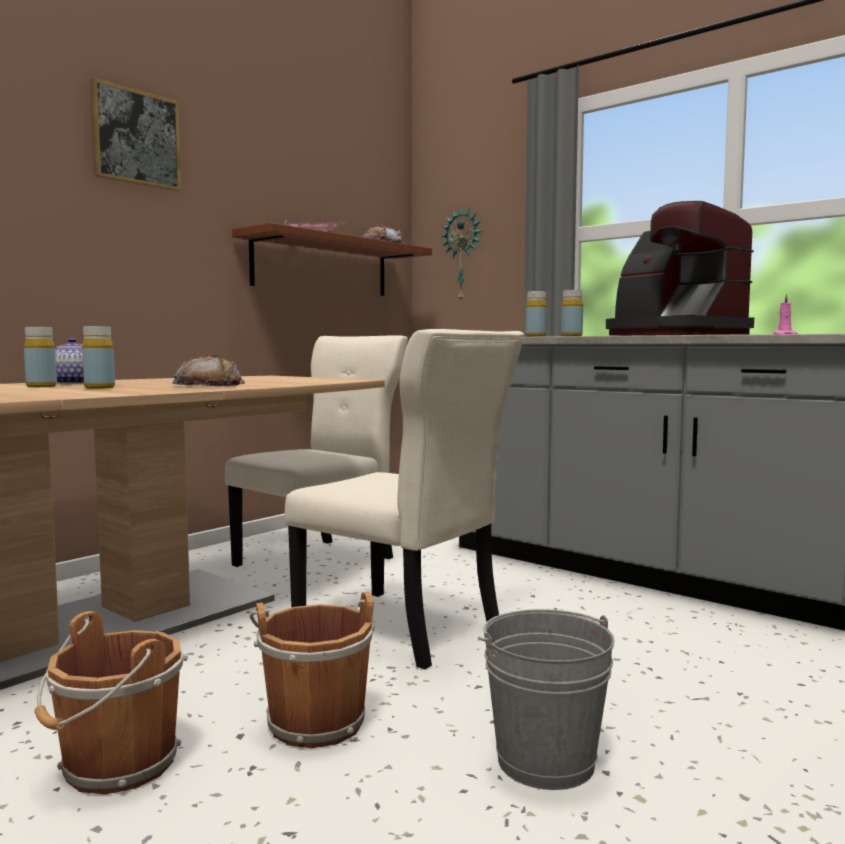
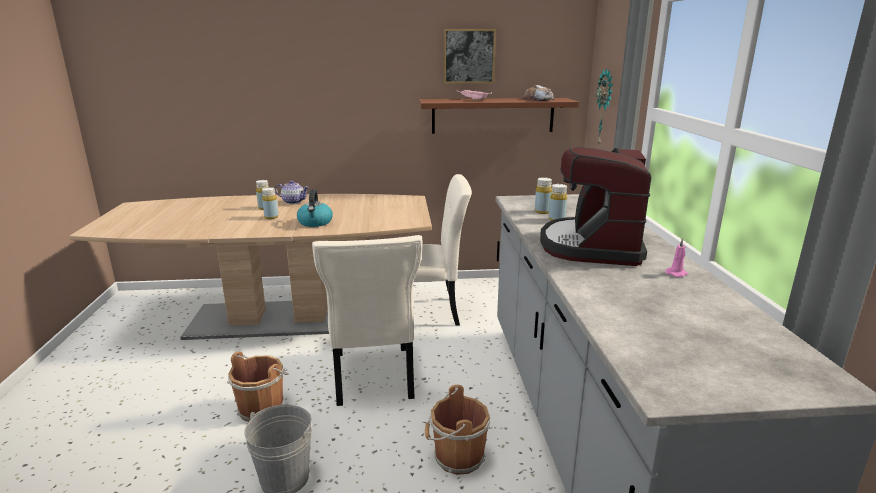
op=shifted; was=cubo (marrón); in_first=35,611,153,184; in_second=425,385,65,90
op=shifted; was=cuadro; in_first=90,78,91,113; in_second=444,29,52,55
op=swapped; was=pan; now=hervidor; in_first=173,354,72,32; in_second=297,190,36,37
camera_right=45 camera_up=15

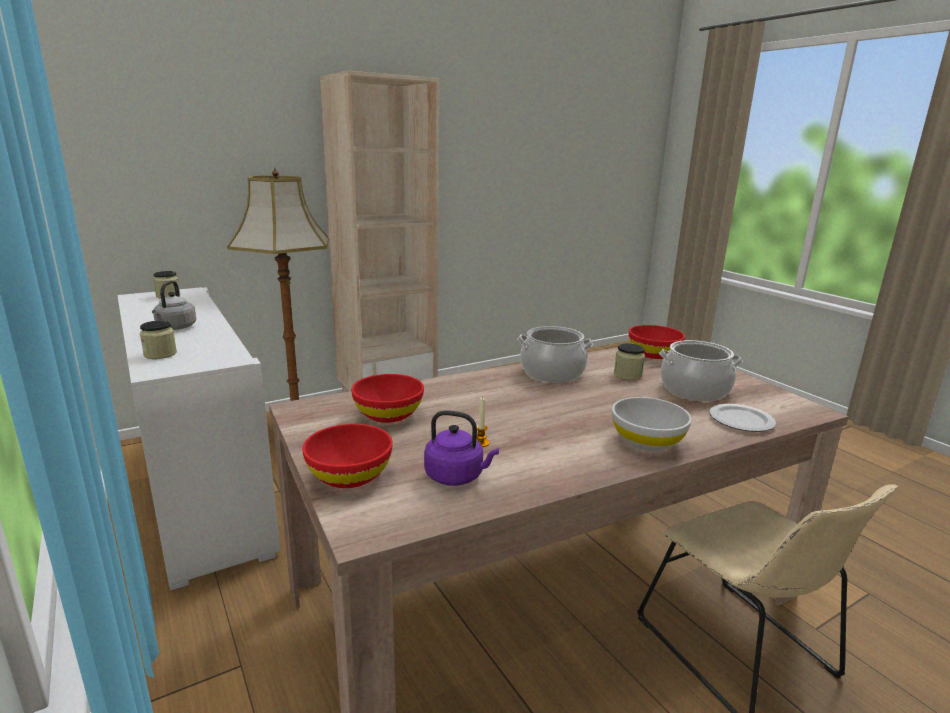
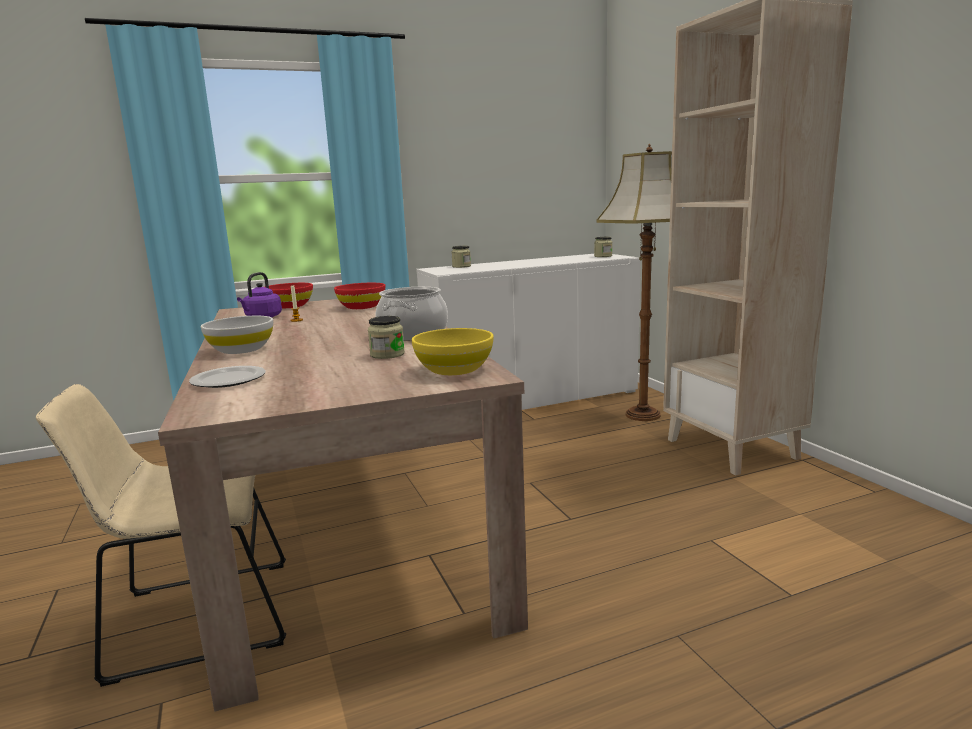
op=gone; was=hervidor (gris); in_first=152,280,44,50
op=gone; was=olla; in_first=659,340,84,61
op=repainted; was=cuenco (rojo); now=cuenco (amarillo); in_first=629,325,56,34; in_second=412,328,82,47
camera_right=100 camera_up=-5

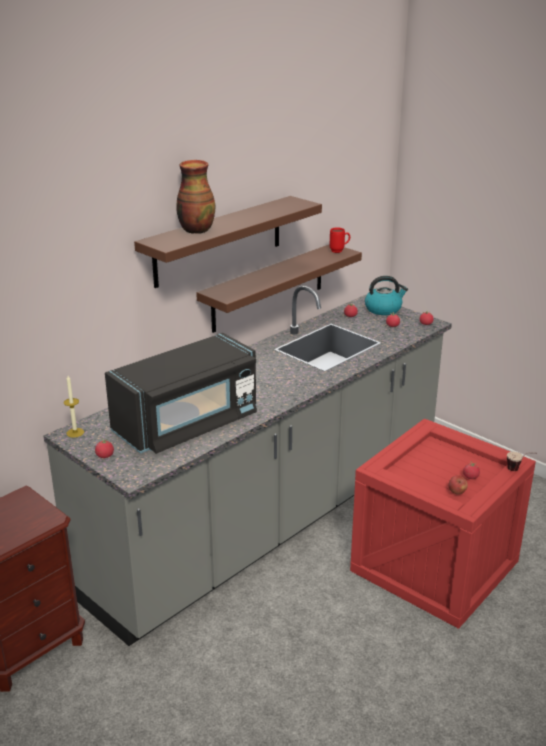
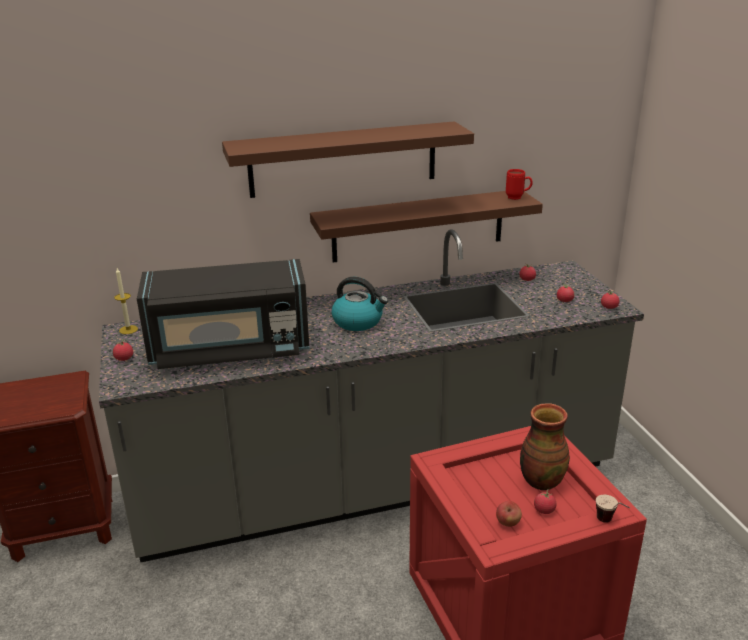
op=shifted; was=florero; in_first=176,160,39,74; in_second=520,403,50,87
op=shifted; was=hervidor; in_first=365,276,43,39; in_second=332,277,56,54
camera_right=30 camera_up=0

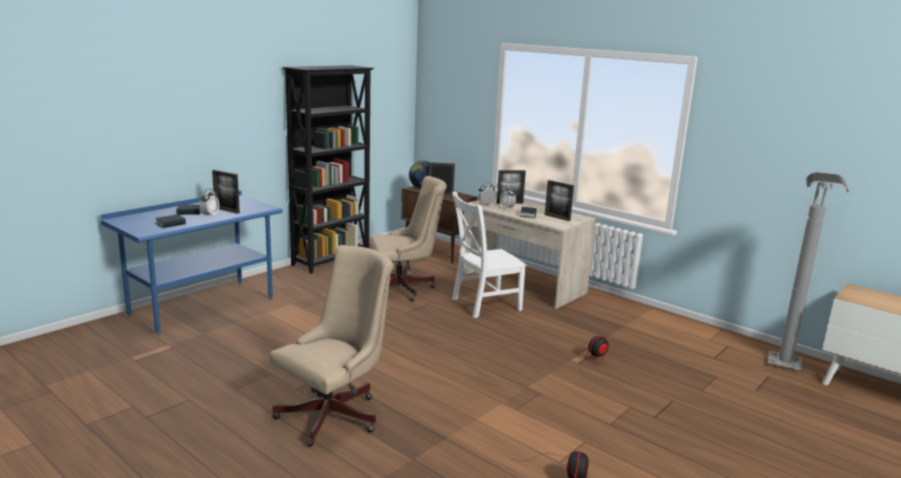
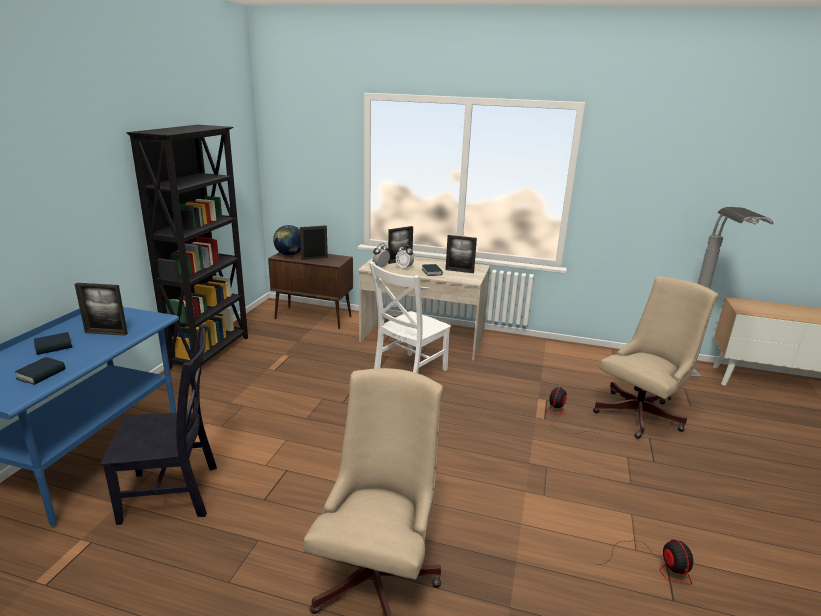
op=gone; was=despertador; in_first=200,189,19,29
op=new; now=silla (negro); in_second=101,324,116,201
op=shifted; was=silla de oficina (beis); in_first=370,176,77,125; in_second=593,276,126,163
camera_right=-25 camera_up=5

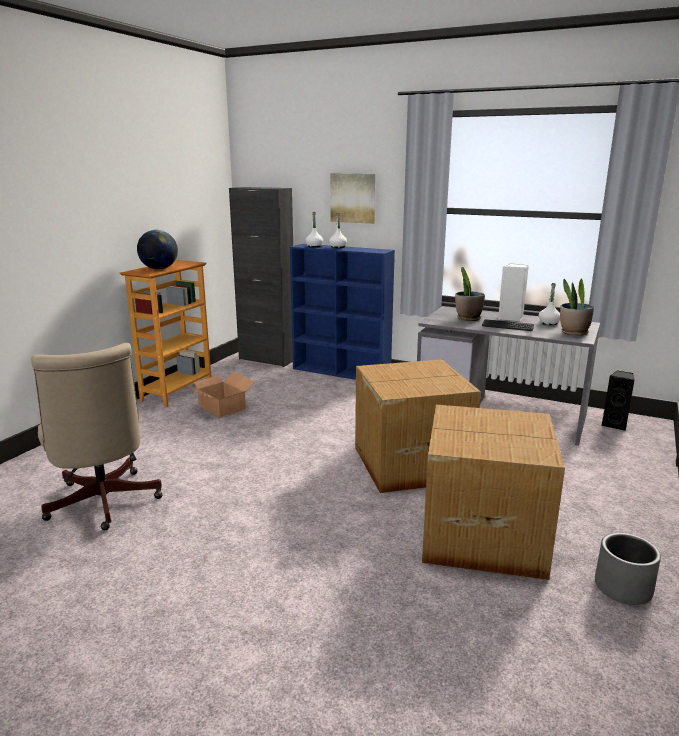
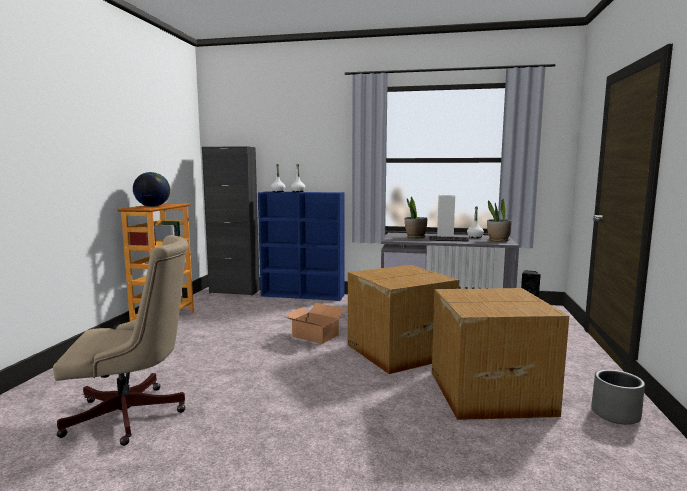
op=gone; was=cuadro; in_first=330,173,45,51
op=shifted; was=caja de cartón; in_first=187,372,68,46; in_second=286,303,59,41
op=rotated; was=silla de oficina (beis); in_first=31,343,132,187; in_second=53,235,136,211; clockwise=-60
camera_right=-15 camera_up=-10

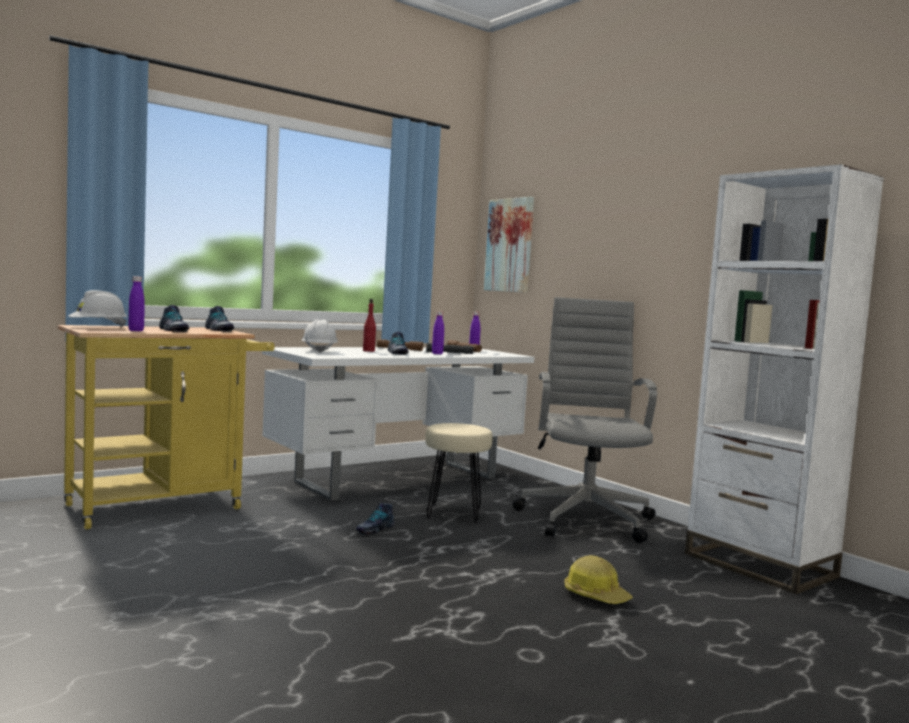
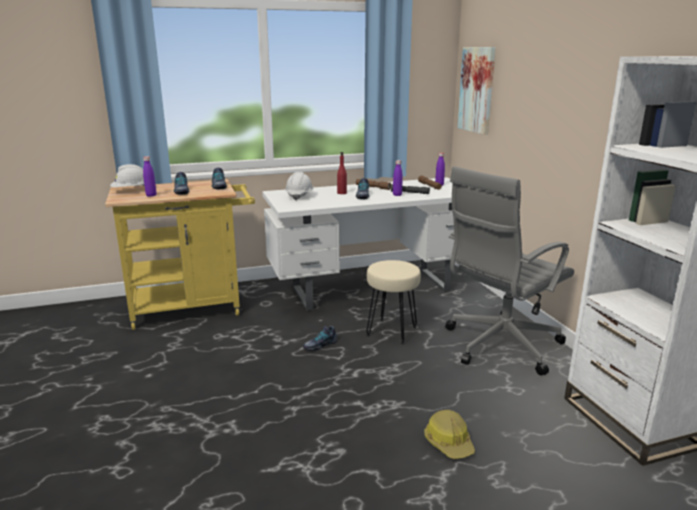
op=rotated; was=silla de oficina (gris); in_first=512,297,145,246; in_second=445,166,129,210; clockwise=-150
camera_right=20 camera_up=15

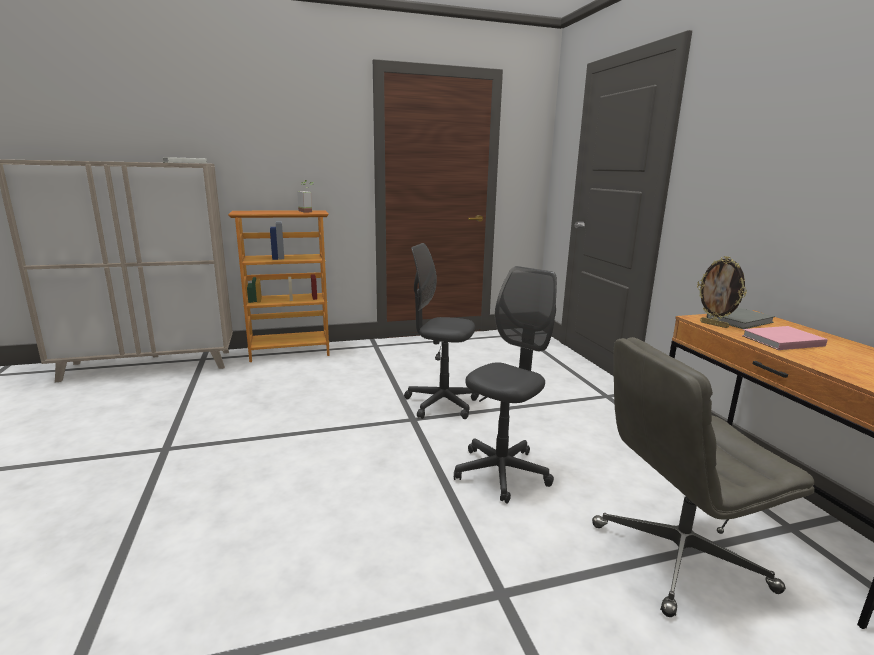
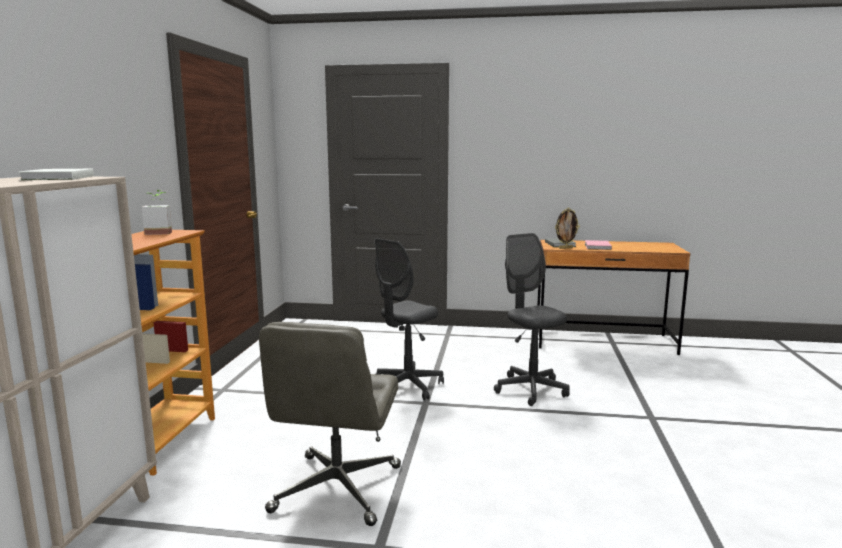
op=shifted; was=silla de oficina (gris); in_first=592,337,223,280; in_second=259,322,142,204
camera_right=-65 camera_up=-5

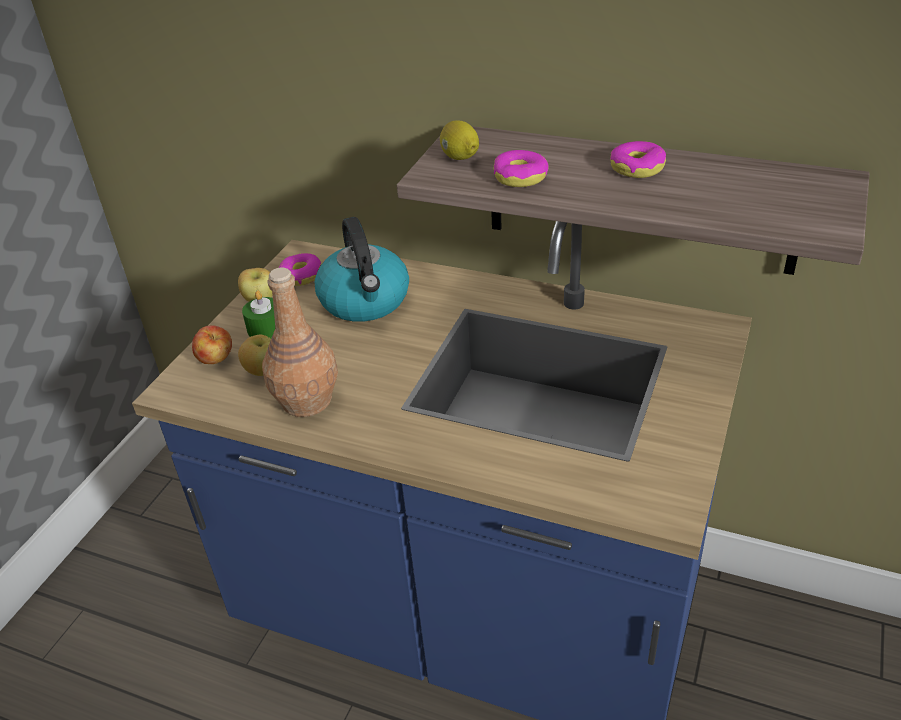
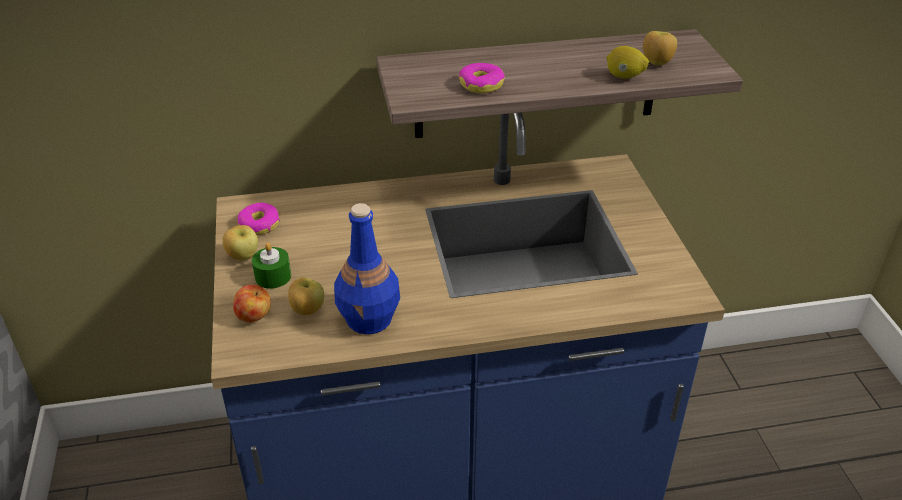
op=gone; was=hervidor; in_first=315,217,94,105
op=gone; was=rosquilla; in_first=610,141,56,37
op=new; now=manzana; in_second=643,31,34,34
op=shifted; was=limón; in_first=440,120,39,40; in_second=606,46,43,33
op=repainted; was=botella (marrón); now=botella (azul); in_first=262,267,76,150; in_second=334,203,66,131
camera_right=-35 camera_up=0

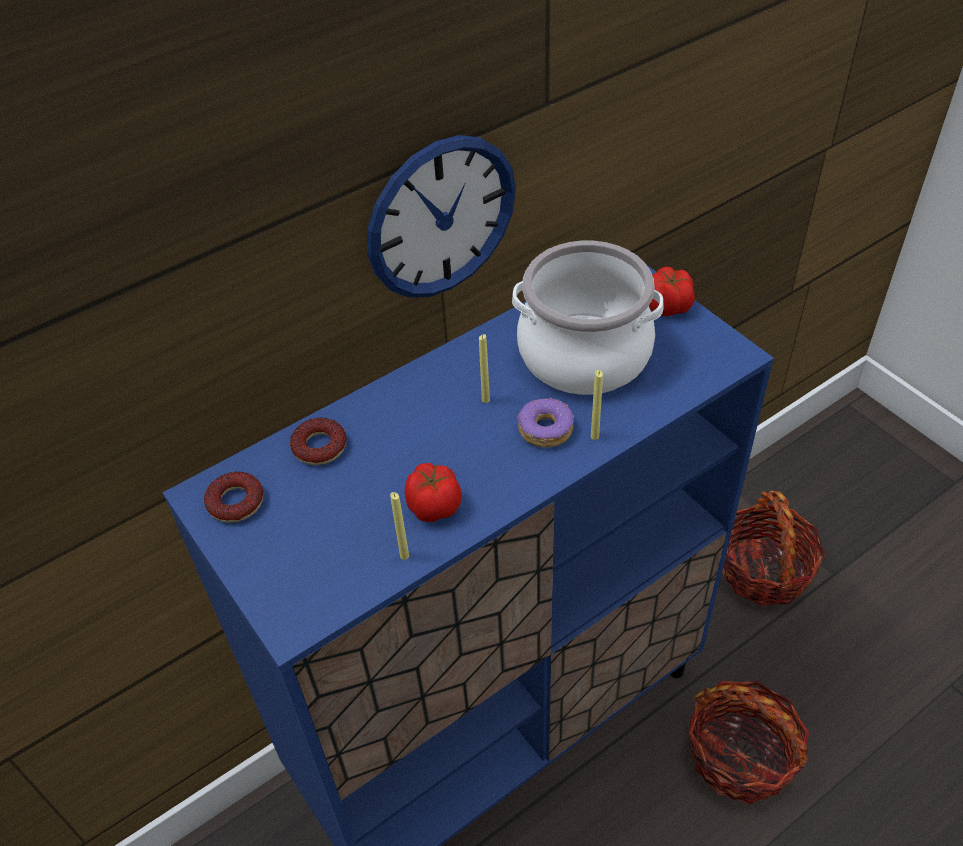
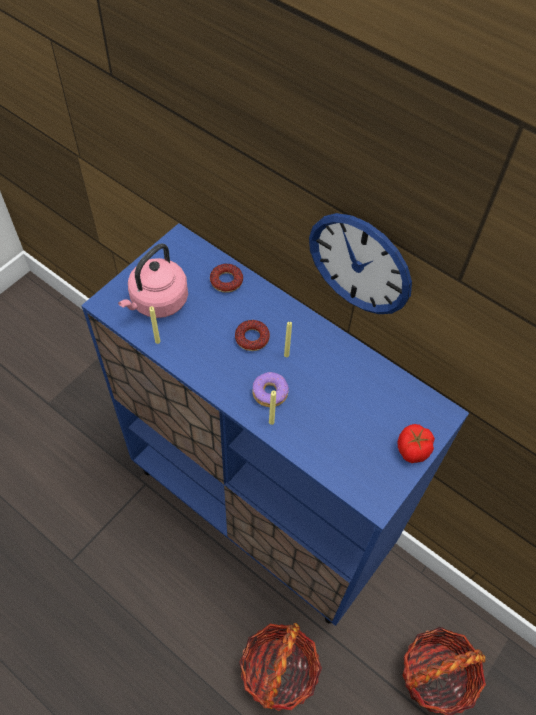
op=gone; was=tomate; in_first=405,463,57,59
op=gone; was=olla; in_first=512,241,151,154
op=new; now=hervidor (rosa); in_second=118,243,70,75
op=shifted; was=rosquilla; in_first=204,472,59,51; in_second=235,320,35,31
camera_right=70 camera_up=10

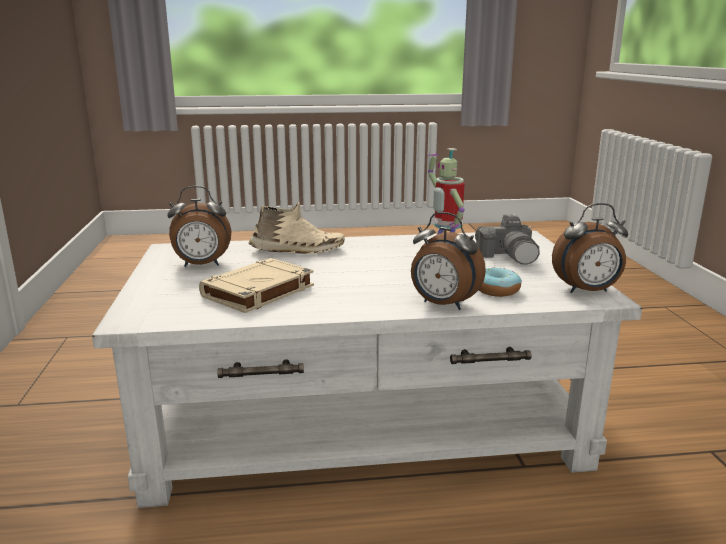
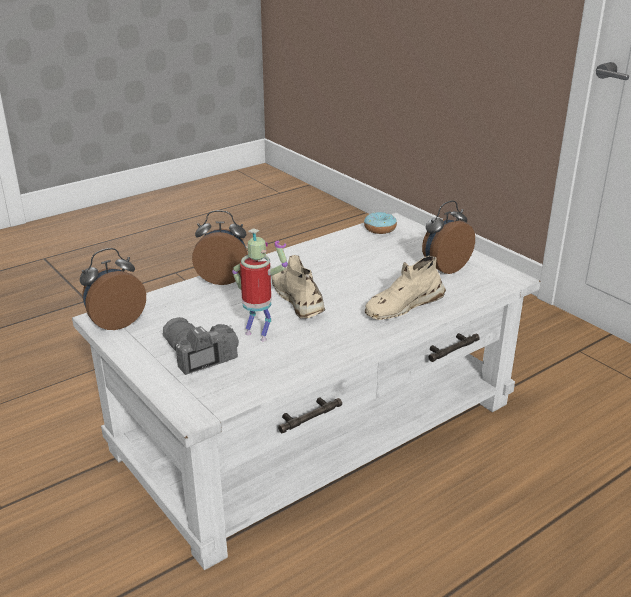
op=gone; was=libro (beis); in_first=199,258,115,55
op=new; now=zapato (beis); in_second=272,255,53,63
op=shifted; was=rosquilla; in_first=479,267,43,30; in_second=364,212,33,22
camera_right=150 camera_up=10

